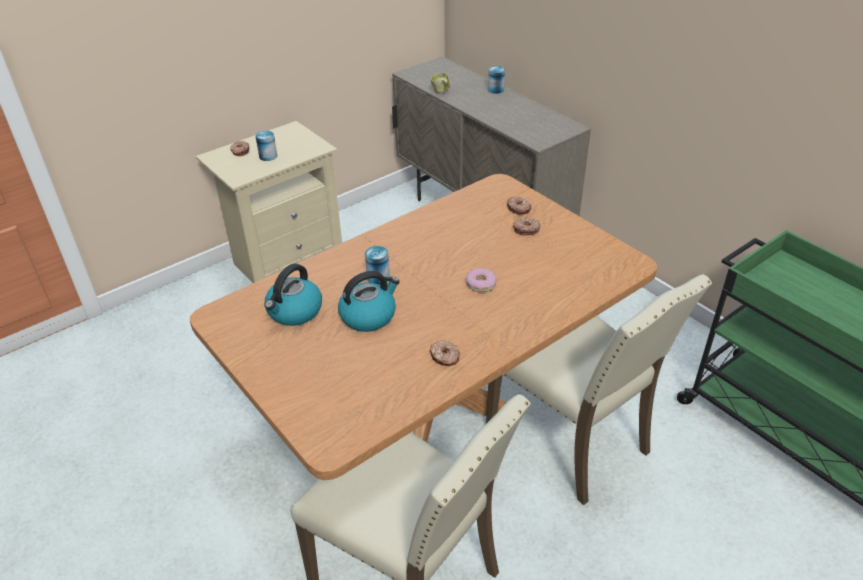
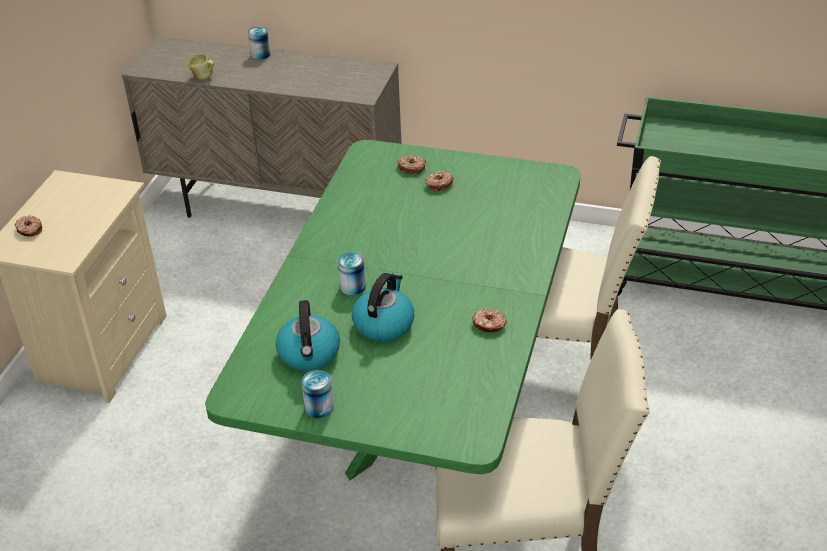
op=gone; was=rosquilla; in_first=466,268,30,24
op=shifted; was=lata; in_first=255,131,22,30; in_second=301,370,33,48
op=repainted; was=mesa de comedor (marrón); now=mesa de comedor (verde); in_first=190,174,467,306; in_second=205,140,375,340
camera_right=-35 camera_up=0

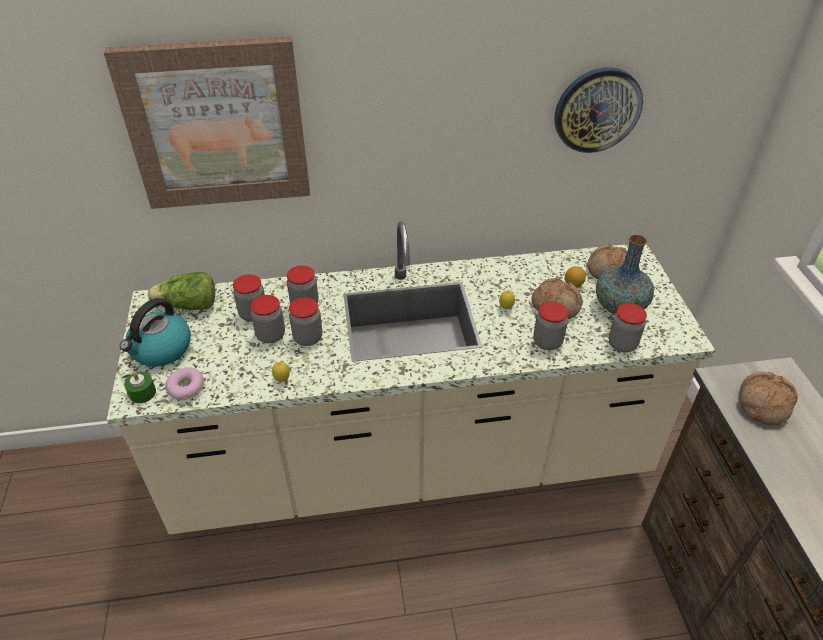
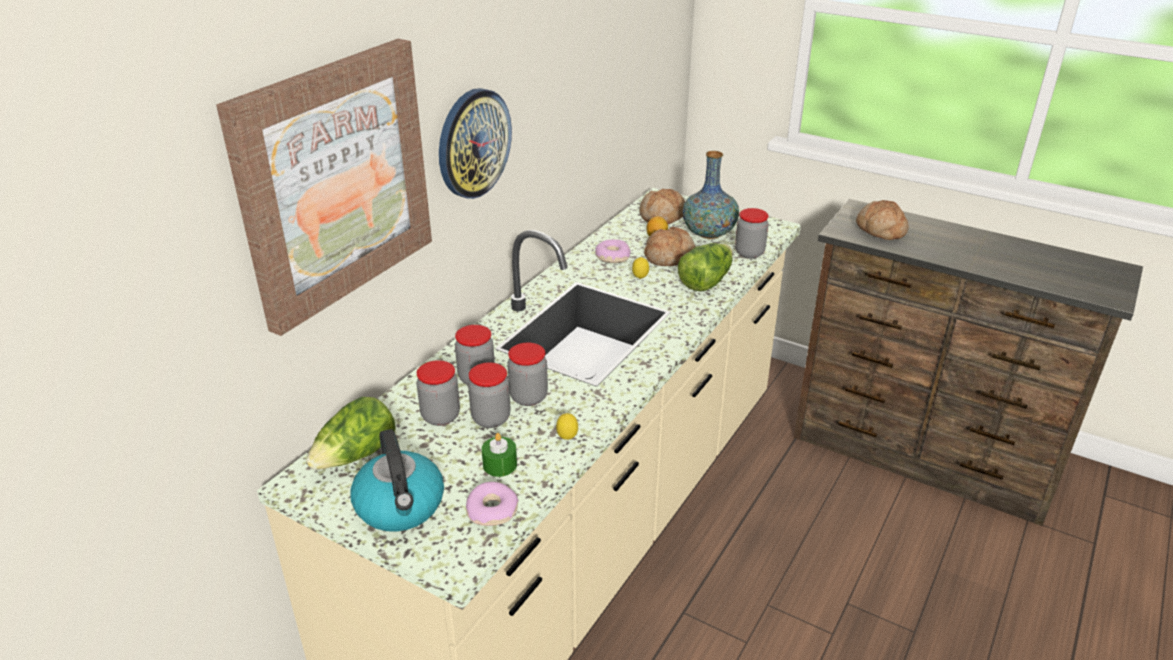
op=new; now=rosquilla; in_second=595,239,36,24
op=shifted; was=vela (verde); in_first=124,372,32,31; in_second=482,433,35,44
op=shifted; was=reloj de pared; in_first=554,67,89,86; in_second=439,88,73,111
op=swapped; was=tarro; now=lechuga; in_first=533,301,35,49; in_second=678,243,55,48
camera_right=-50 camera_up=-10

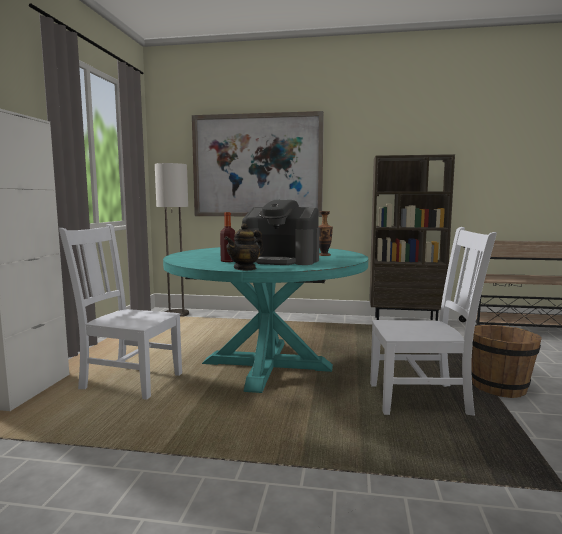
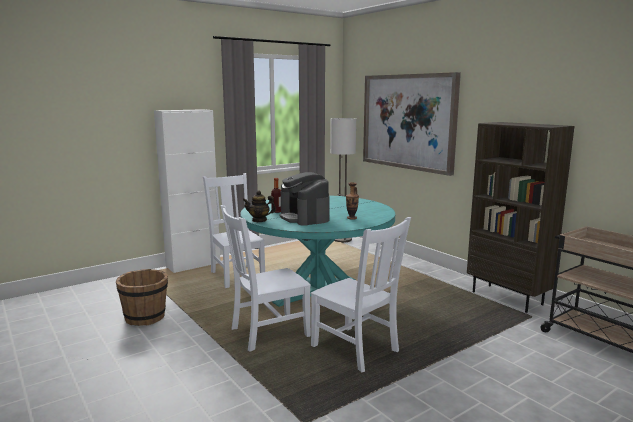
op=new; now=silla (blanco); in_second=221,205,90,147
op=shifted; was=cubo (marrón); in_first=472,325,70,73; in_second=116,269,52,57
camera_right=45 camera_up=5

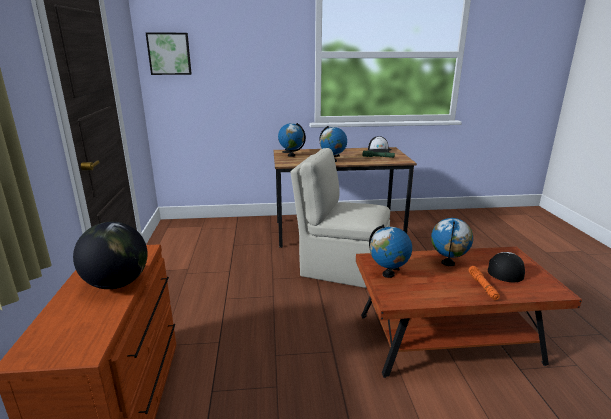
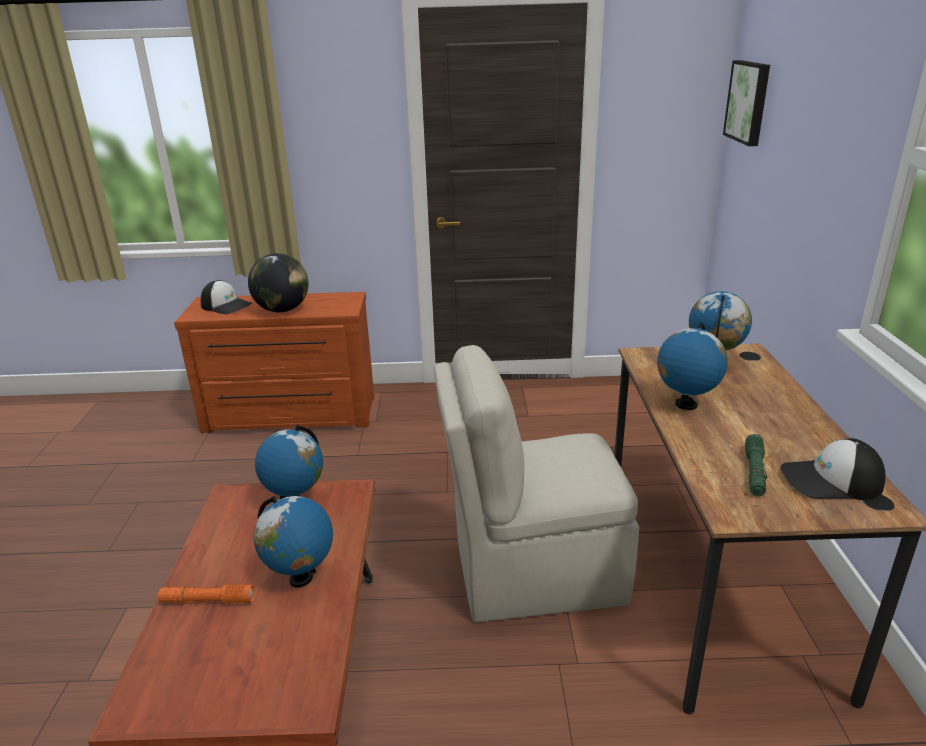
op=shifted; was=gorra; in_first=488,252,37,30; in_second=201,280,51,34
op=rotated; was=silla (beis); in_first=290,148,100,140; in_second=434,345,205,277; clockwise=-120
camera_right=95 camera_up=5

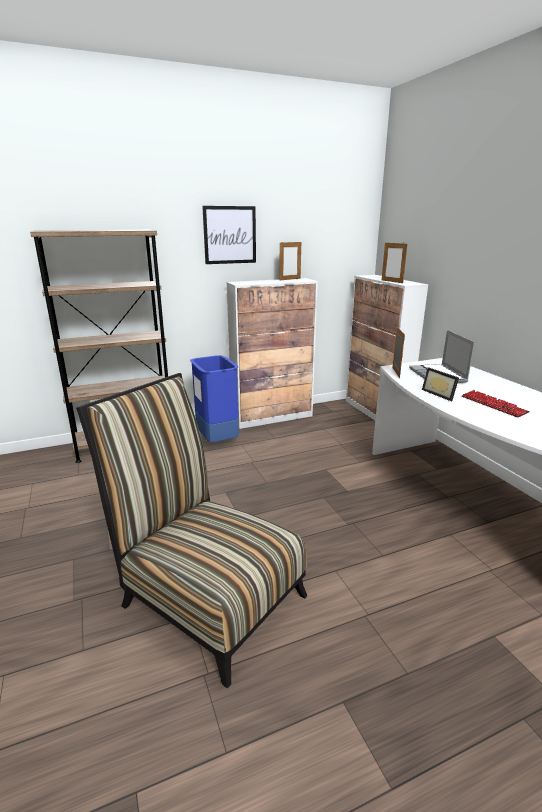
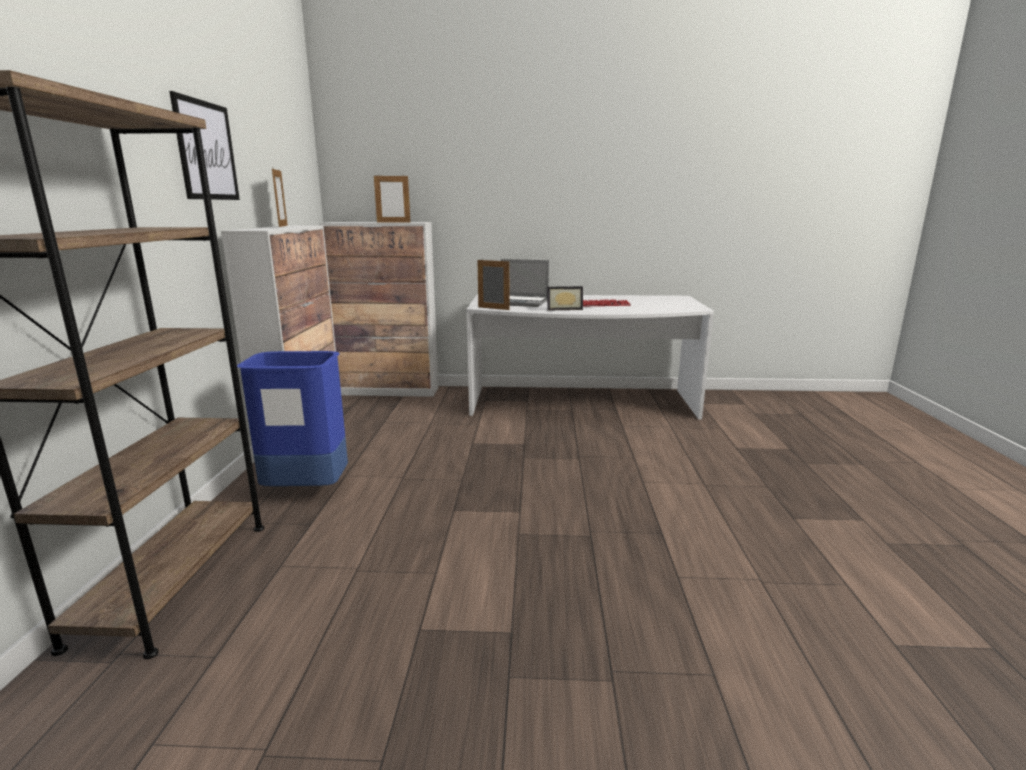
op=gone; was=silla; in_first=76,373,231,315
camera_right=-65 camera_up=-5

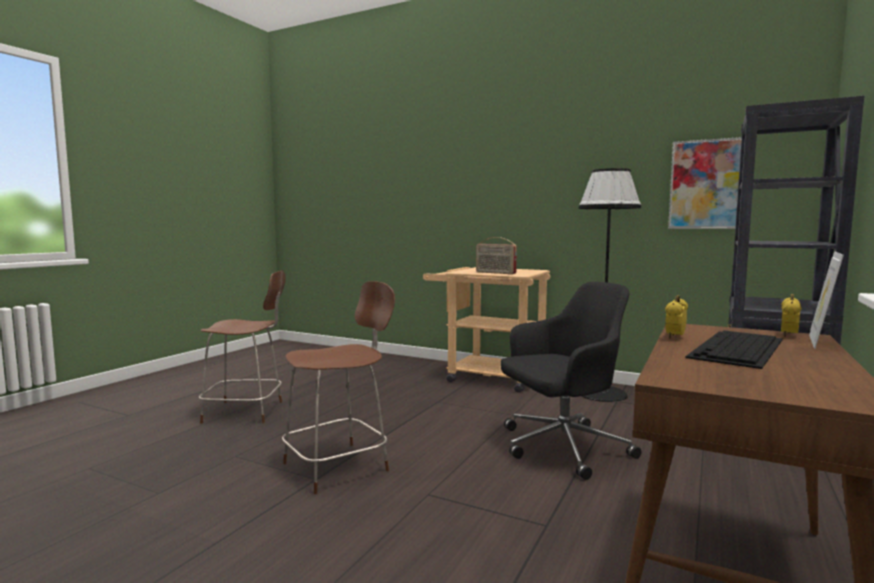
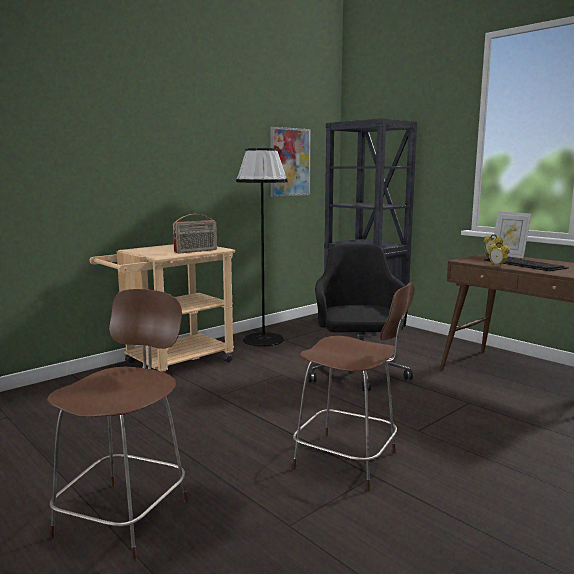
op=rotated; was=silla (marrón); in_first=282,281,113,213; in_second=292,283,122,208; clockwise=135
camera_right=-70 camera_up=5

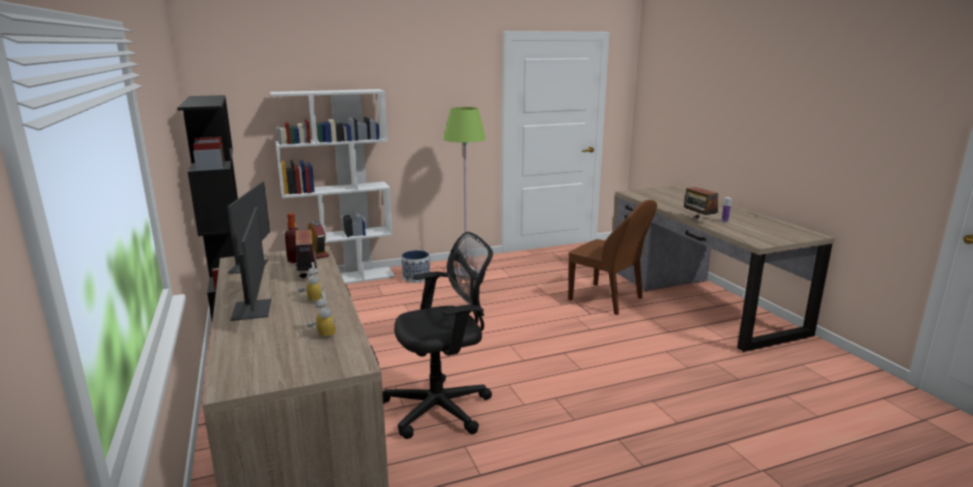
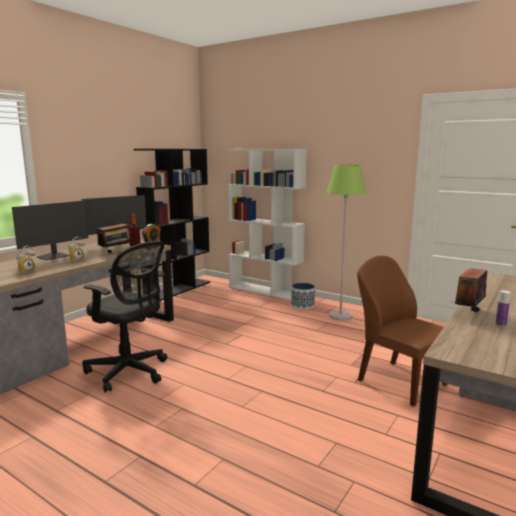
op=rotated; was=silla (marrón); in_first=568,200,89,115; in_second=357,256,90,151; clockwise=135
camera_right=55 camera_up=-5

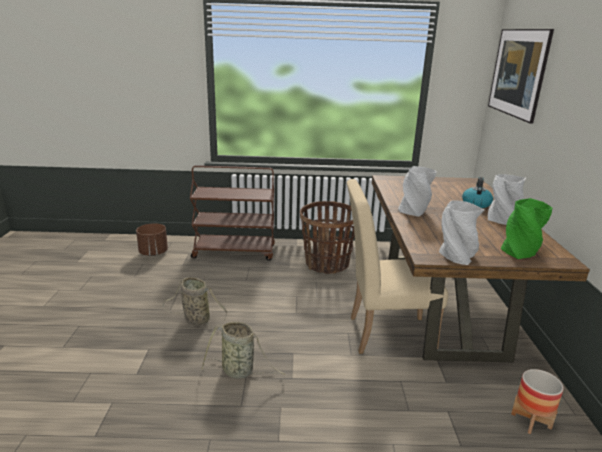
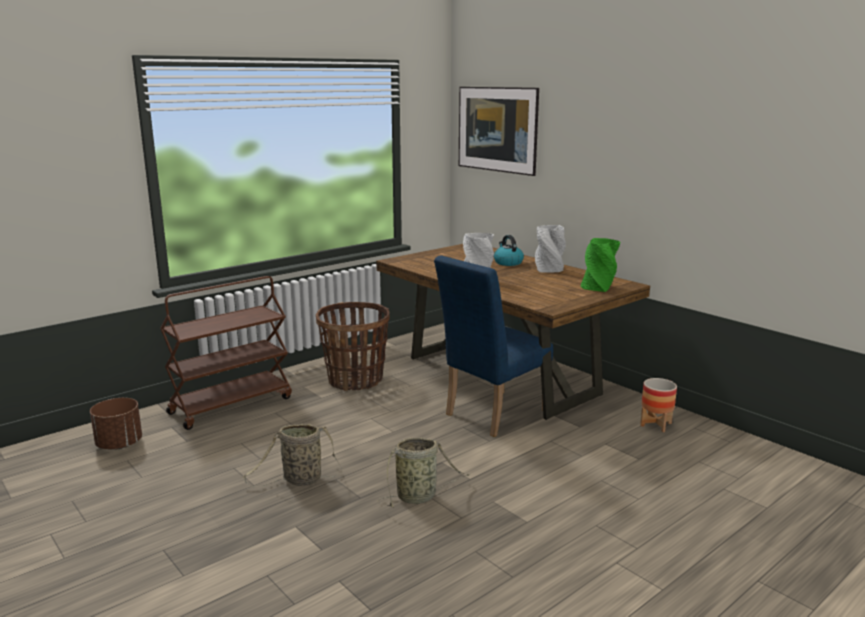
op=gone; was=florero (gris); in_first=439,201,46,64
op=repainted; was=silla (beis); now=silla (azul); in_first=347,179,101,174; in_second=434,255,119,182
camera_right=-40 camera_up=-5

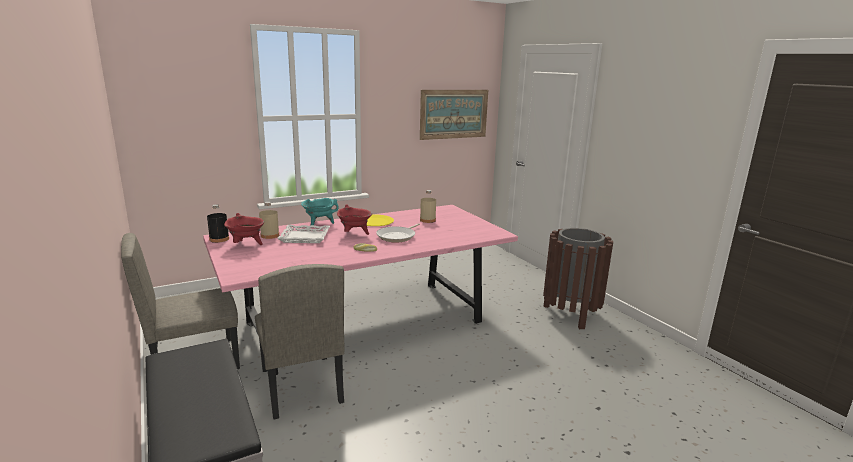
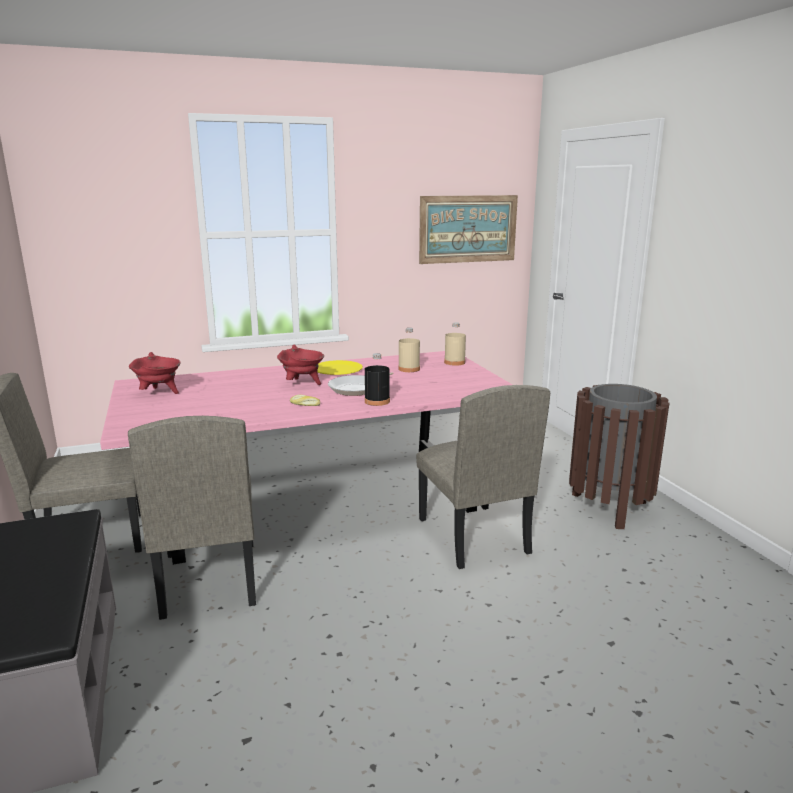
op=gone; was=bandeja (blanco); in_first=277,225,53,18
op=gone; was=olla (turquesa); in_first=301,198,38,27
op=new; now=silla (beis); in_second=416,385,134,184
op=shifted; was=botella (negro); in_first=207,204,22,39; in_second=365,353,25,53
op=shifted; was=botella (beis); in_first=259,202,20,37; in_second=444,322,22,44
camera_right=10 camera_up=0

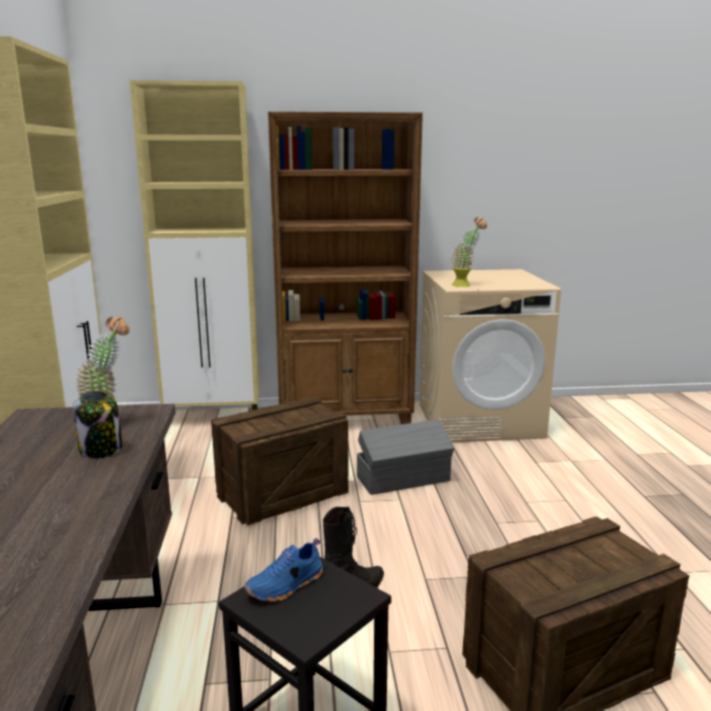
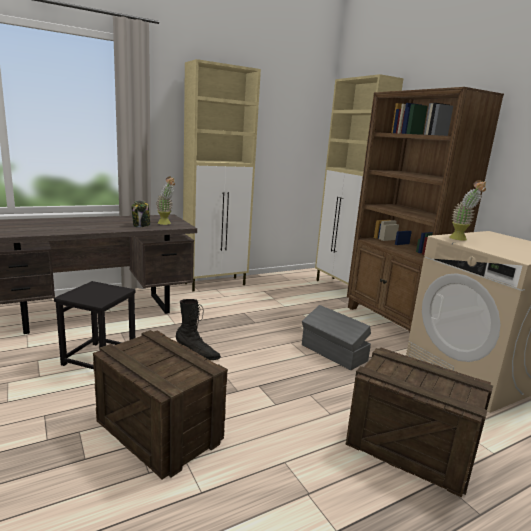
op=gone; was=zapato (azul); in_first=245,538,78,64
op=shifted; was=caja de embalaje; in_first=211,397,138,129; in_second=346,348,147,149
camera_right=65 camera_up=0

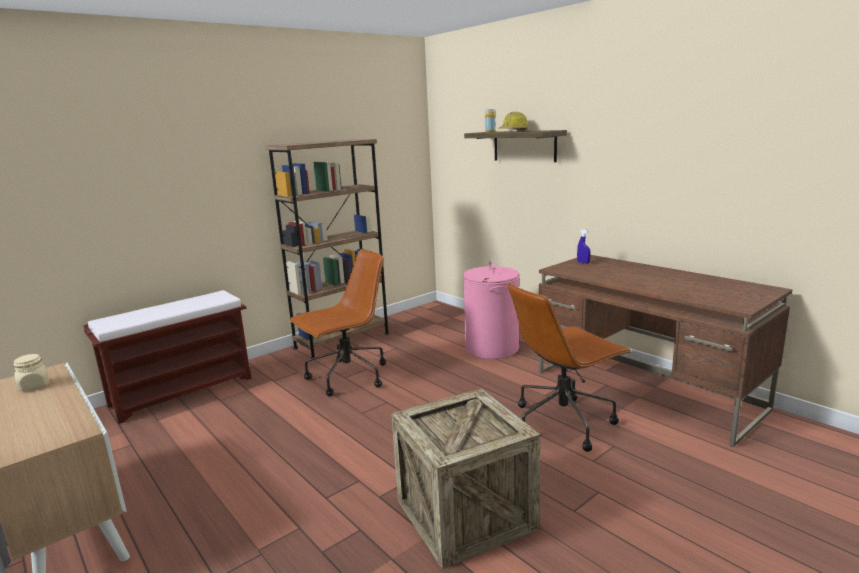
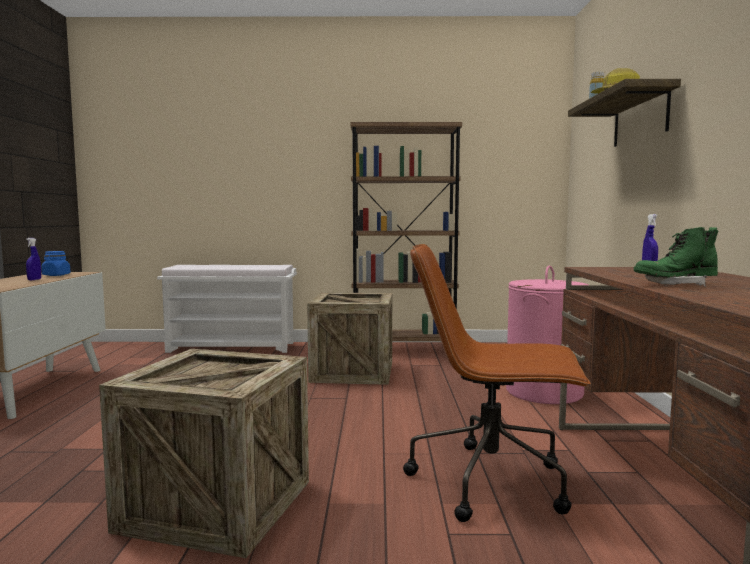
op=new; now=pulverizador (azul); in_second=26,238,15,42
op=new; now=bota (verde); in_second=634,227,85,60
op=swapped; was=silla de oficina (marrón); now=caja de embalaje; in_first=290,249,96,148; in_second=307,292,85,93
op=repainted; was=tarro (beis); now=tarro (azul); in_first=13,354,36,37; in_second=41,251,29,25
op=repainted; was=banco (marrón); now=banco (blanco); in_first=83,290,169,134; in_second=157,265,140,88
camera_right=40 camera_up=-10

